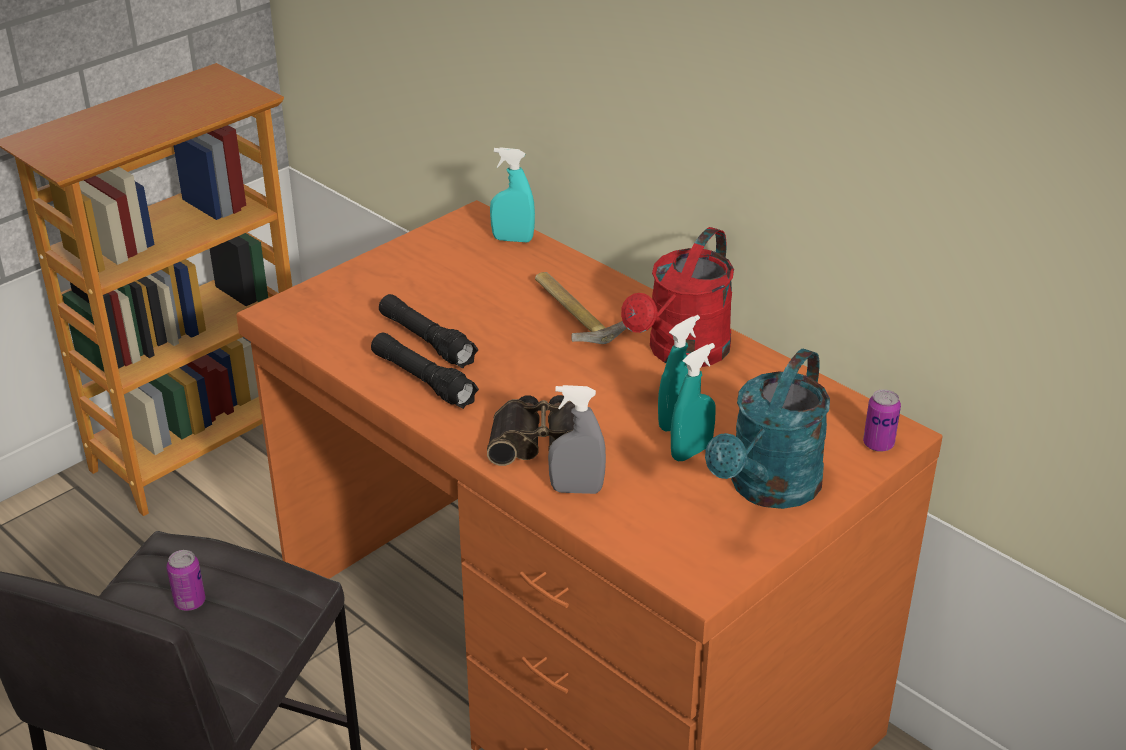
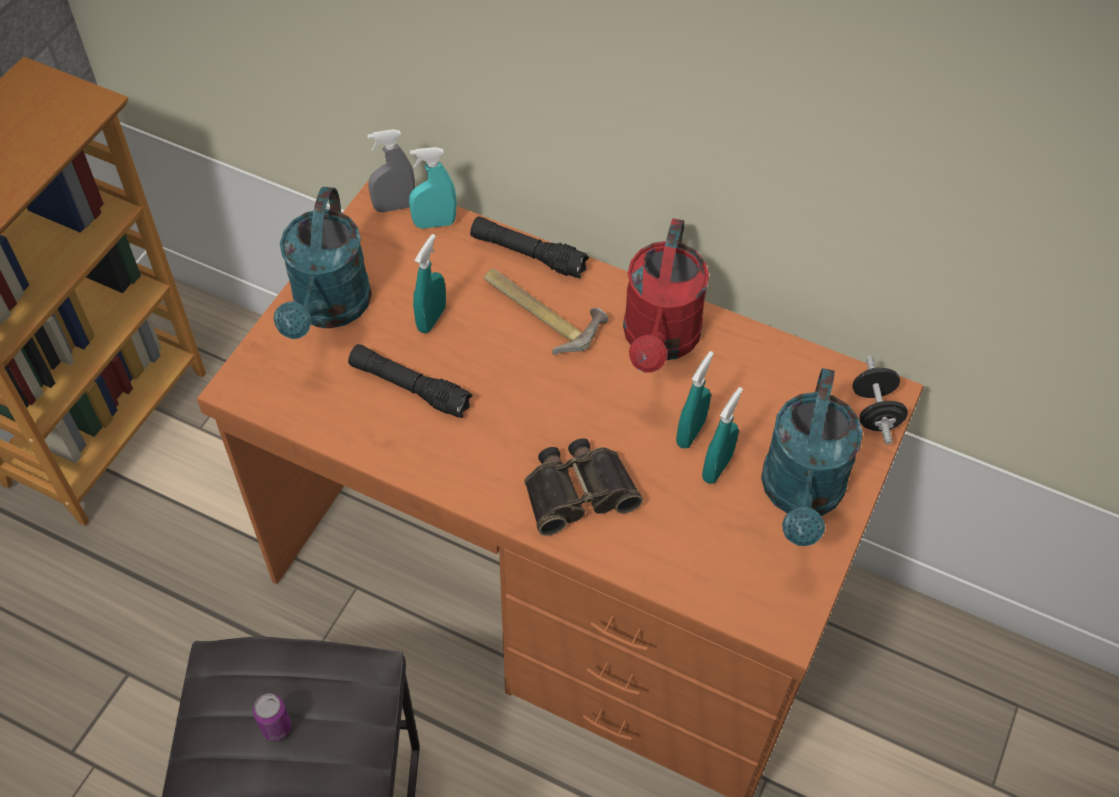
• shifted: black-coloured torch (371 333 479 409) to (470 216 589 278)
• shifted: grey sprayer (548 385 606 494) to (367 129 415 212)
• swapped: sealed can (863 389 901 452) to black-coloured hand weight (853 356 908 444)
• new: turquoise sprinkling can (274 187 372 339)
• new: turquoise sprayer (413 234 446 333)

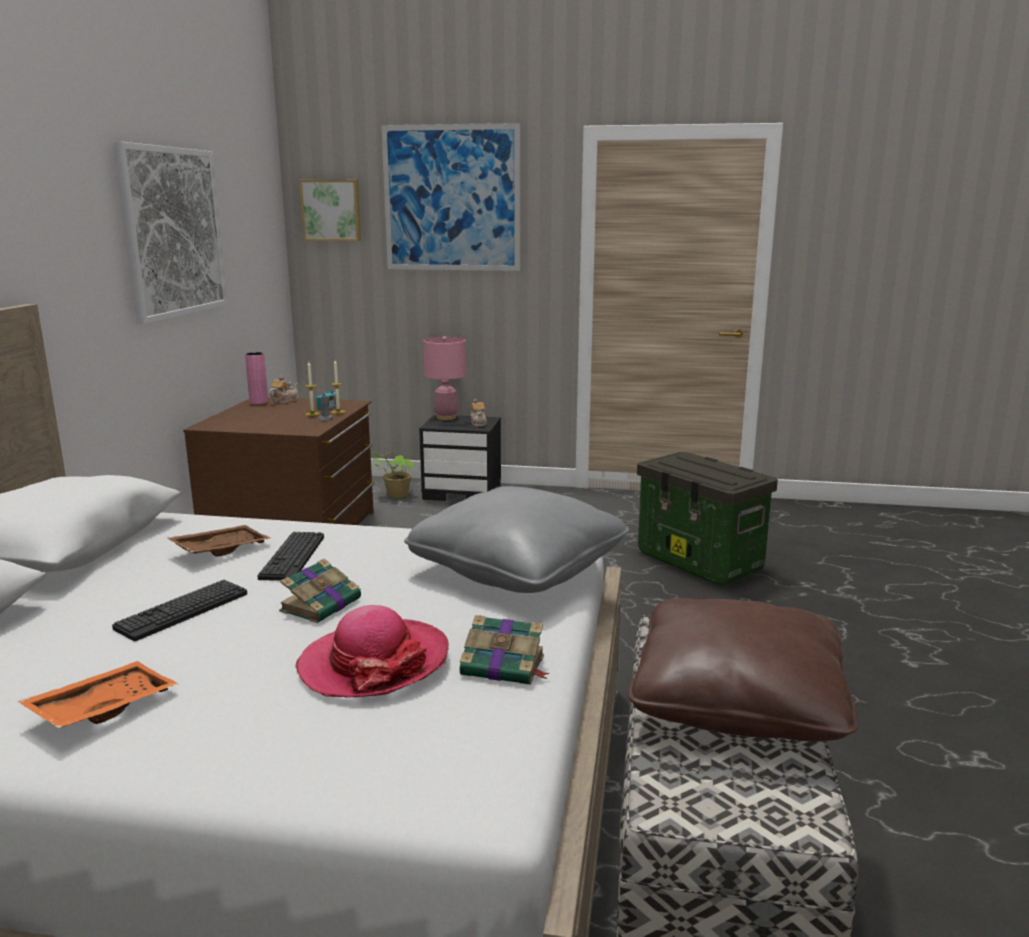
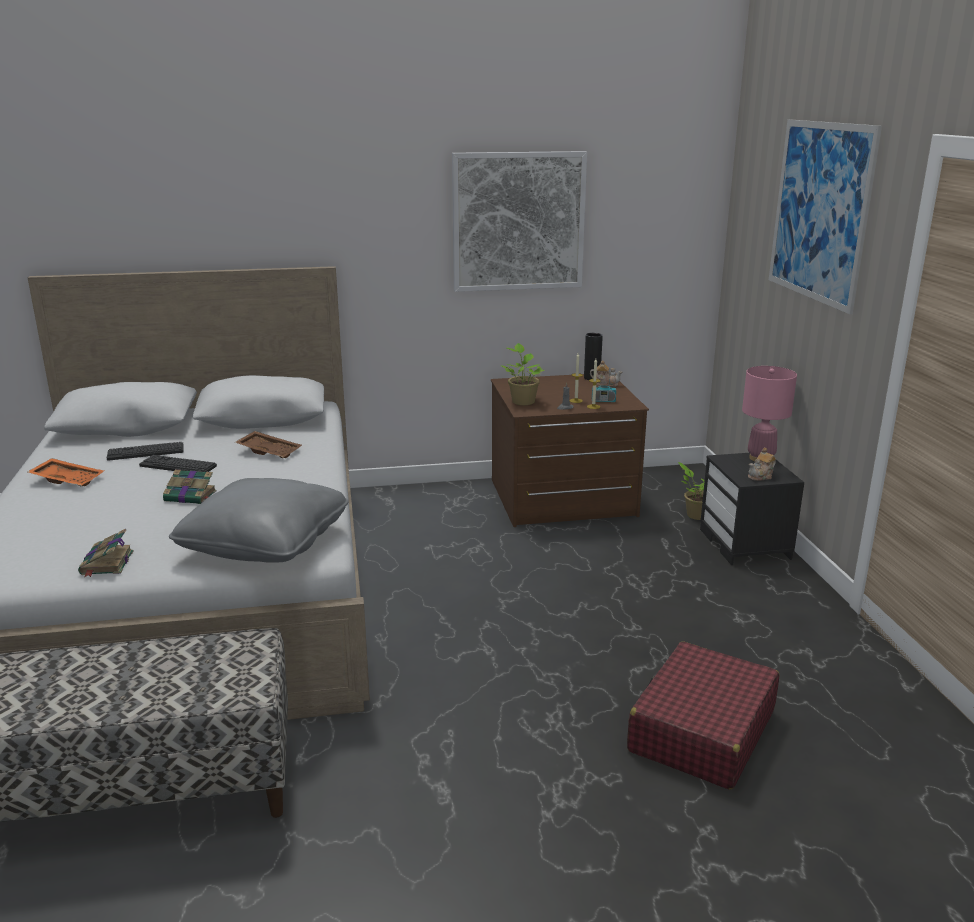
• gone: picture (299 180 361 241)
• repainted: pink flower vase (245 352 268 404) to black-coloured flower vase (584 333 603 380)
• swapped: storage bin (637 452 778 586) to red piece of luggage (627 641 779 790)
• shifted: PC keyboard (257 532 324 581) to (107 442 184 461)
• gone: brown throw pillow (628 598 858 741)
• gone: hat (295 605 449 698)
• new: potted plant (500 343 545 405)

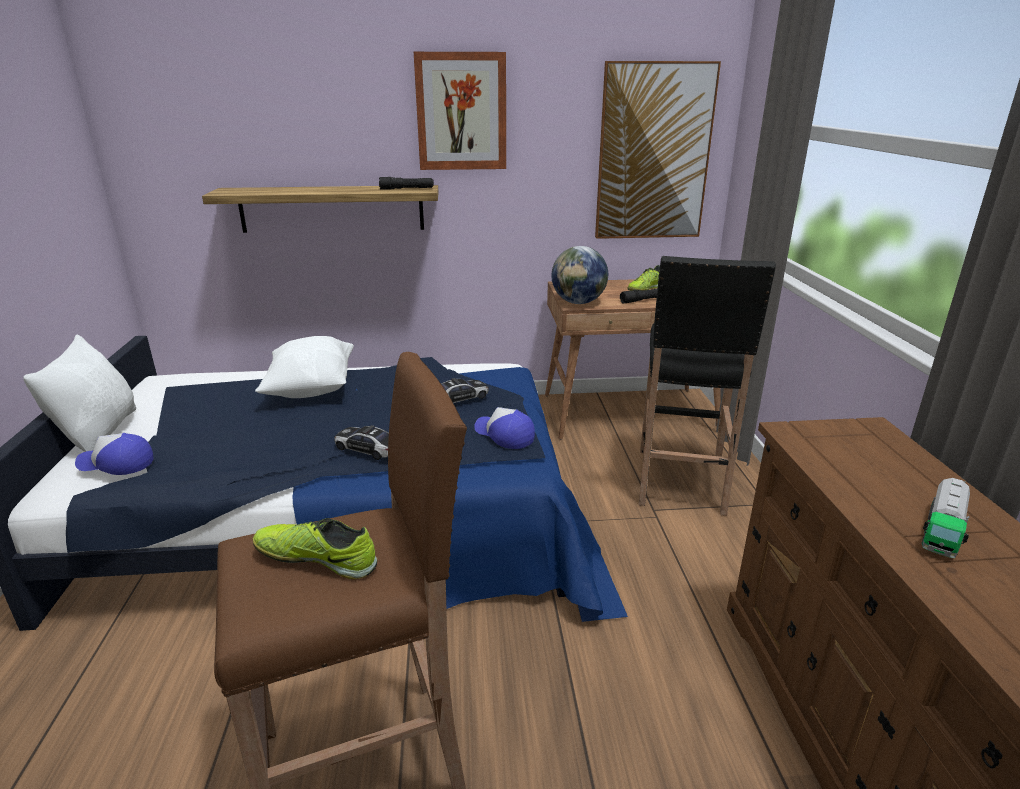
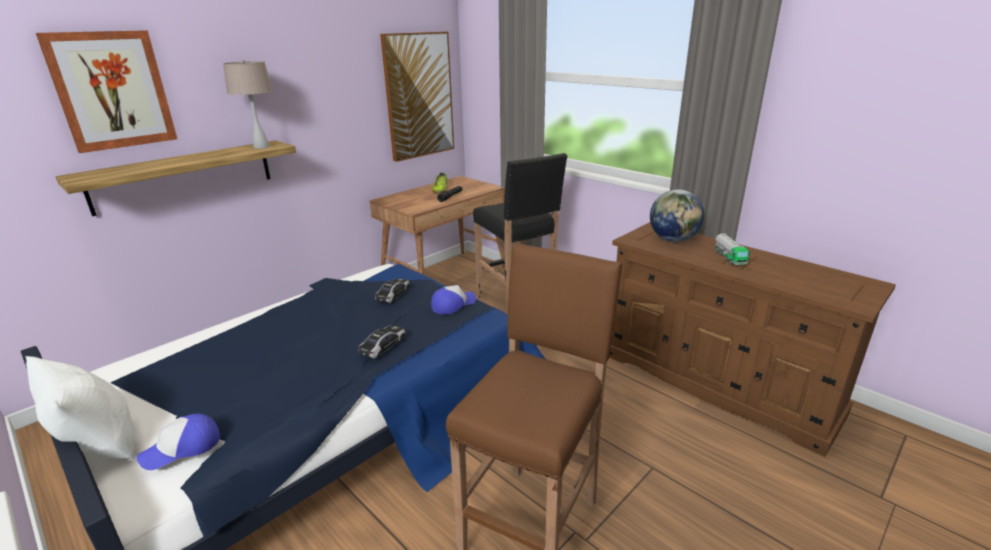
• shifted: picture (414 52 506 170) to (36 30 177 153)
• swapped: black-coloured torch (379 177 434 190) to beige-coloured lamp for a table (223 60 273 149)
• shifted: desk globe (552 246 608 304) to (650 189 704 242)
• gone: whitish throw pillow (255 336 354 398)
• rotated: cap (474 407 535 449) = (431 285 476 315) 135 degrees clockwise
• rotated: toy car (334 425 389 460) = (358 325 406 358) 135 degrees clockwise
• gone: low shoe (253 518 377 579)

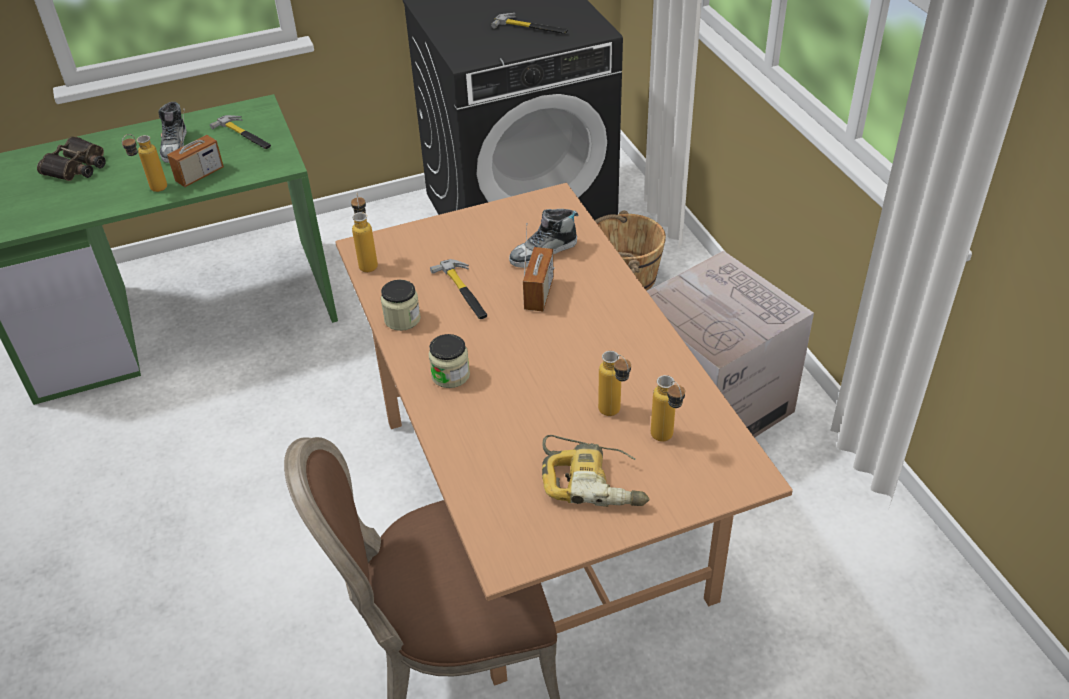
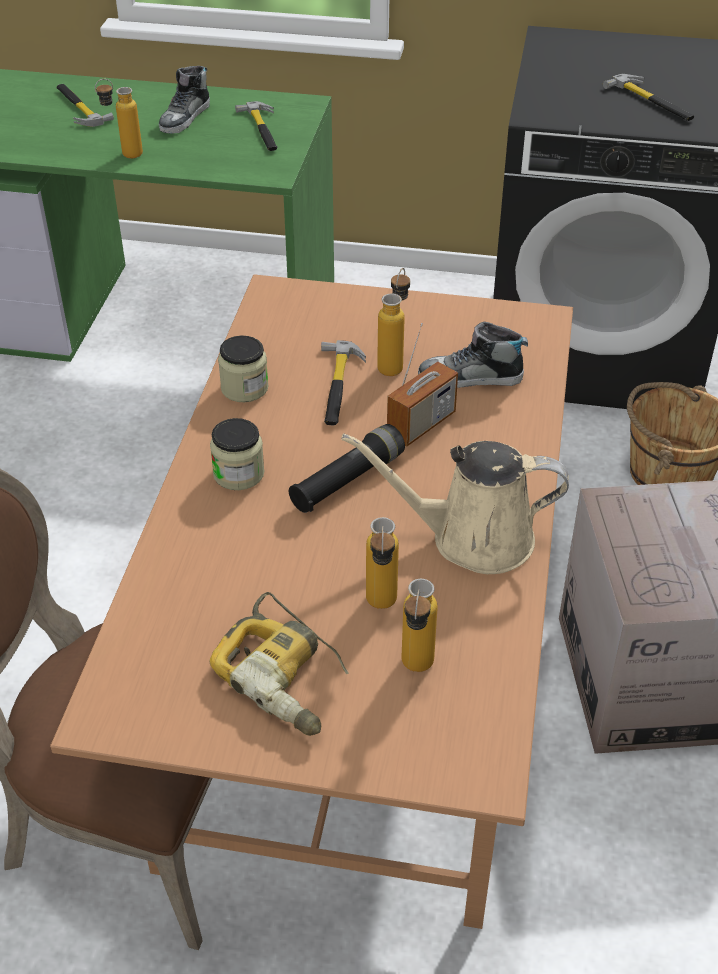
• gone: radio set (167 108 224 187)
• swapped: pair of binoculars (37 136 106 181) to hand hammer (56 84 114 127)
• shifted: beverage bottle (351 193 378 272) to (377 268 410 376)
• new: black-coloured torch (289 424 405 513)
• new: beige-coloured sprinkling can (341 433 569 574)

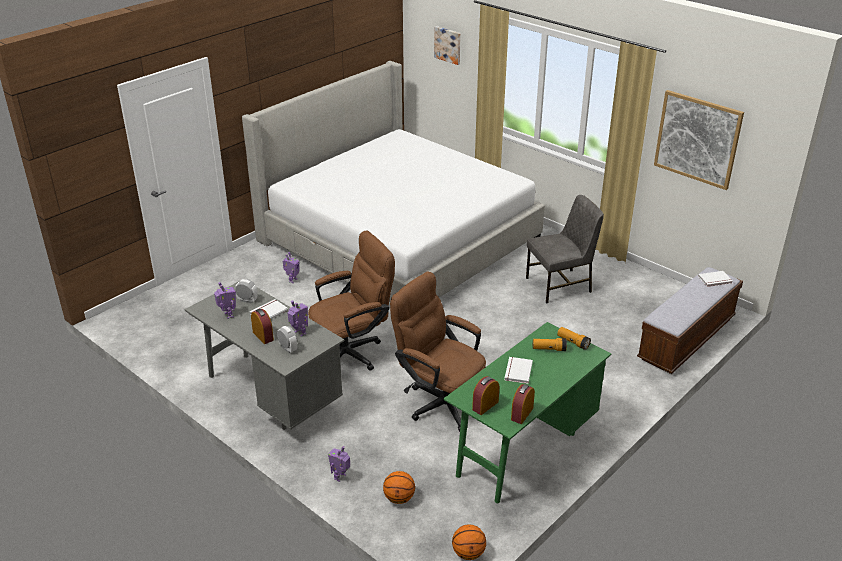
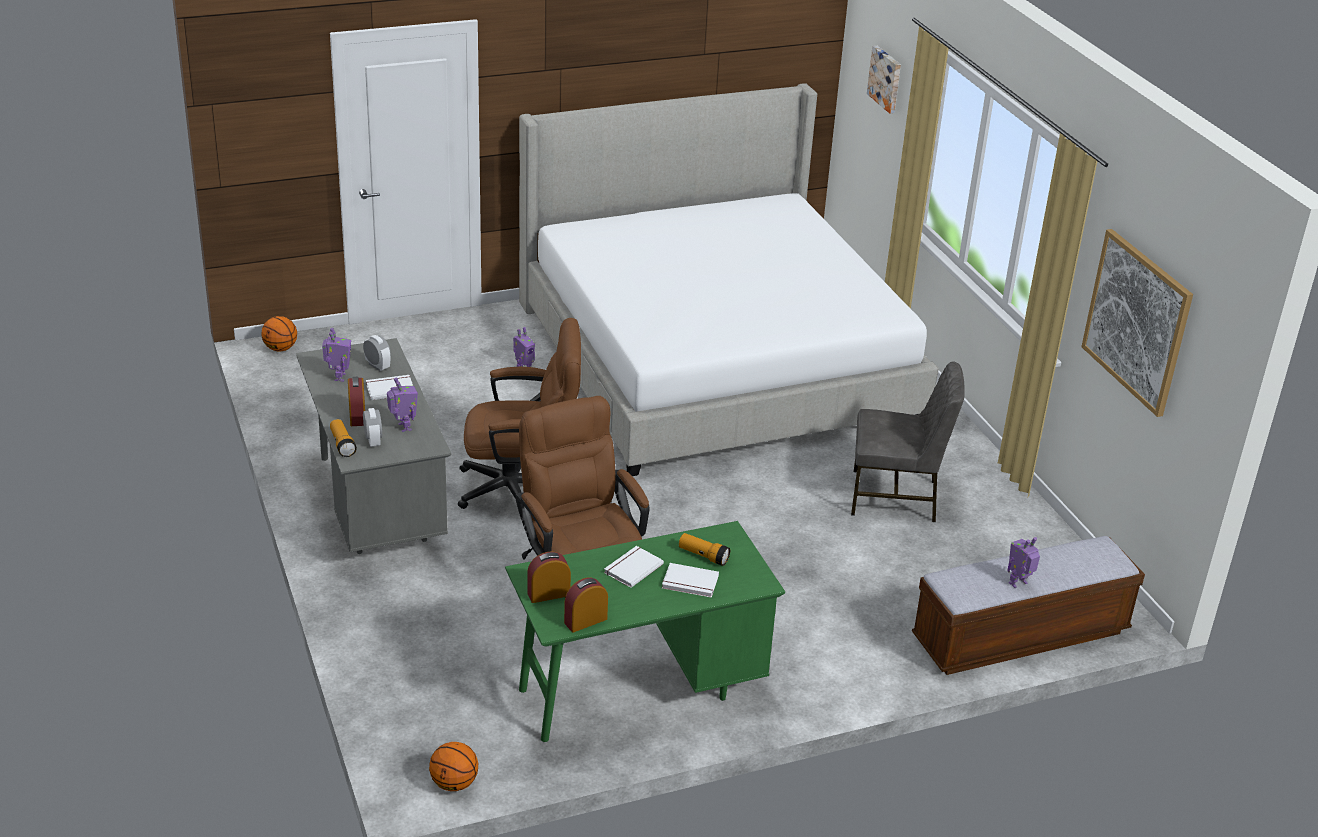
• shifted: whitish volume (698 271 733 287) to (662 563 719 598)
• shifted: torch (557 327 591 350) to (330 419 357 457)
• shifted: robot figure (328 446 350 482) to (1007 537 1040 588)
• shifted: basketball ball (383 471 415 504) to (262 316 297 351)

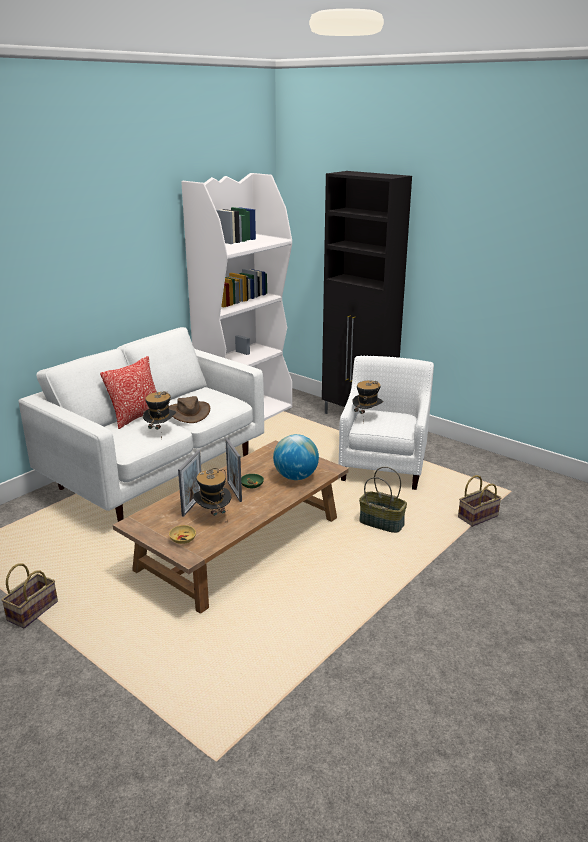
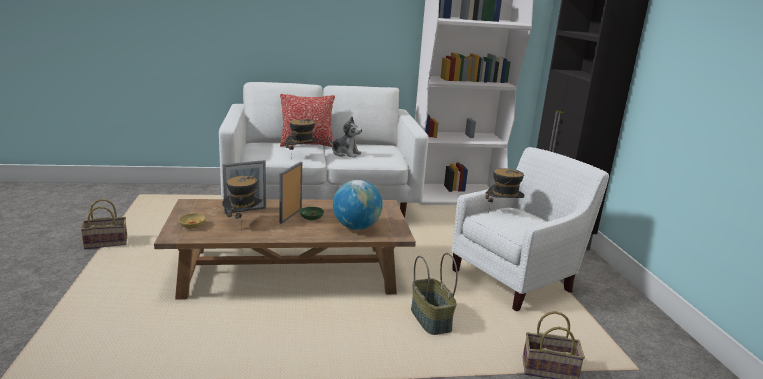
• swapped: brown hat (169 396 210 423) to plush toy (328 117 362 158)

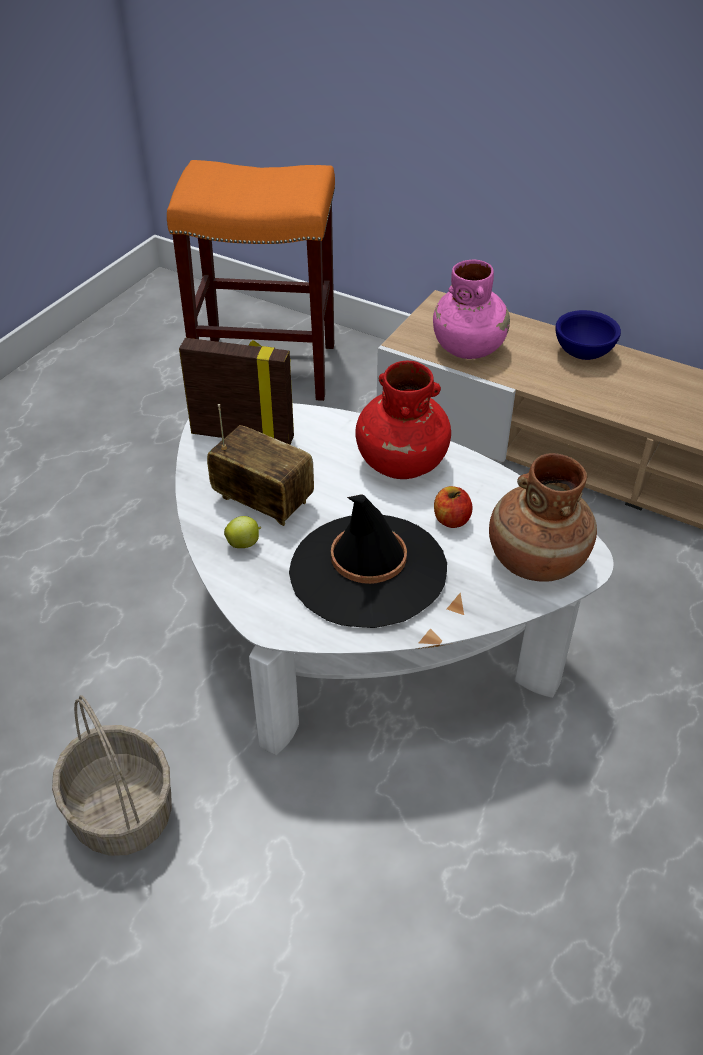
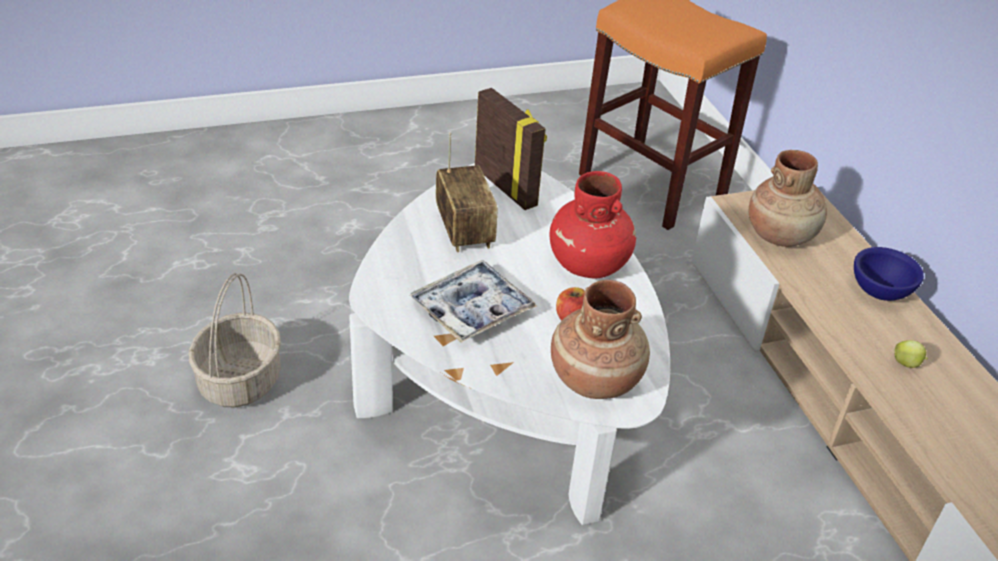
• repainted: pink flower vase (433 260 510 359) to brown flower vase (749 150 827 247)
• swapped: black-coloured hat (289 495 447 628) to serving tray (410 260 537 342)
• shifted: whole apple (224 516 261 548) to (895 340 928 368)

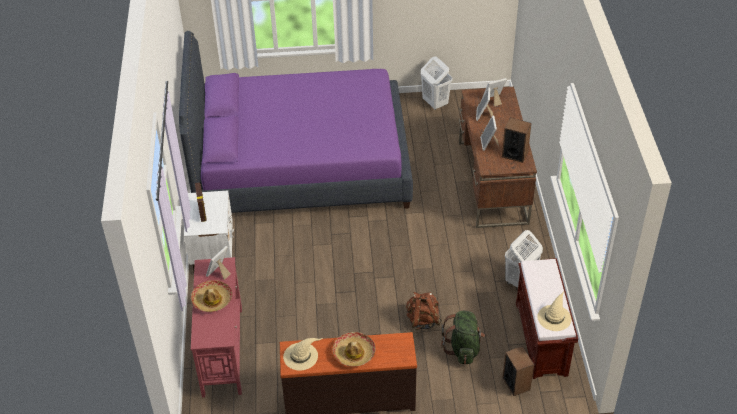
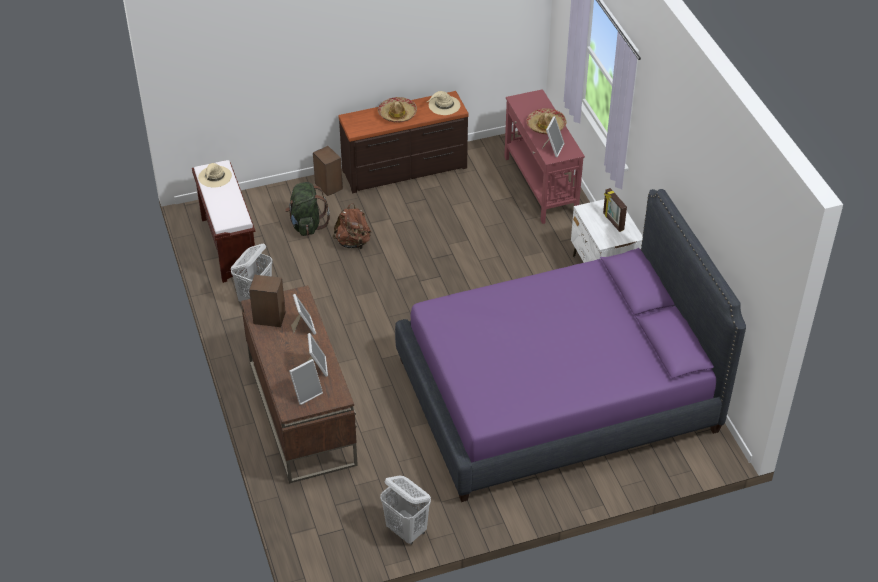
• shifted: loudspeaker (502 346 534 396) to (313 146 343 196)

